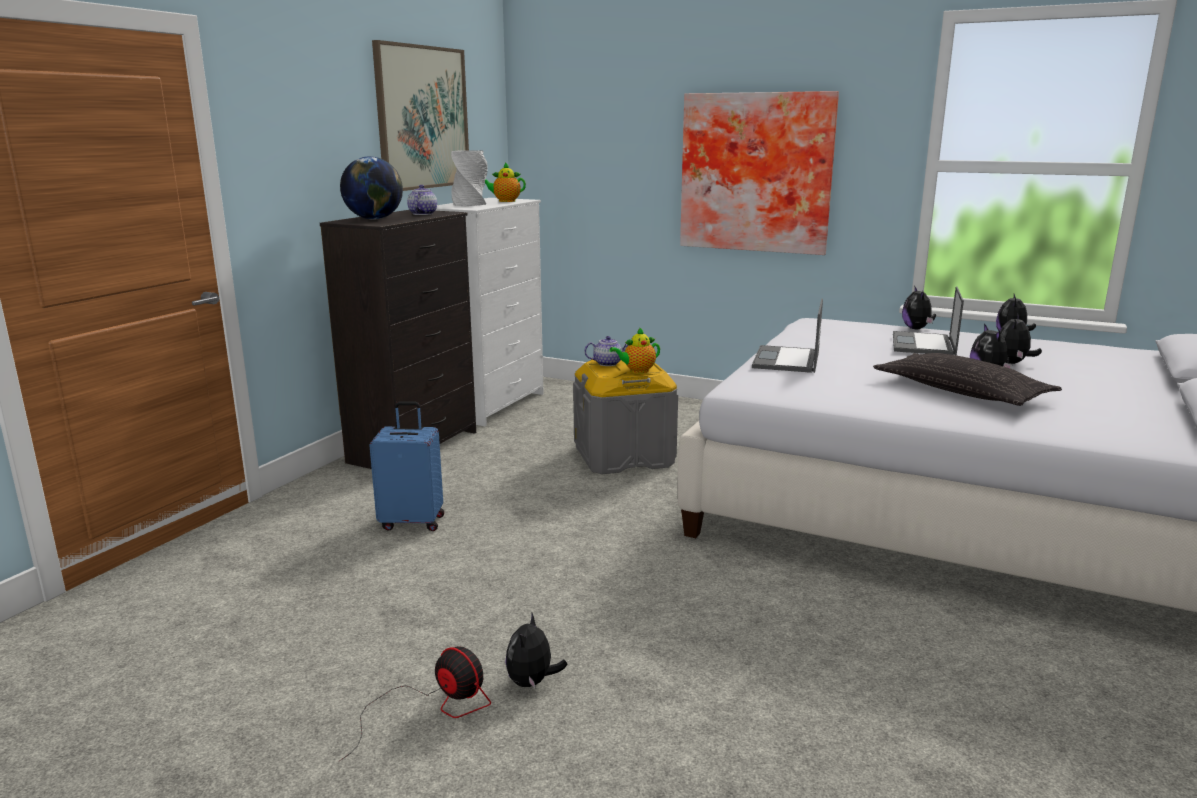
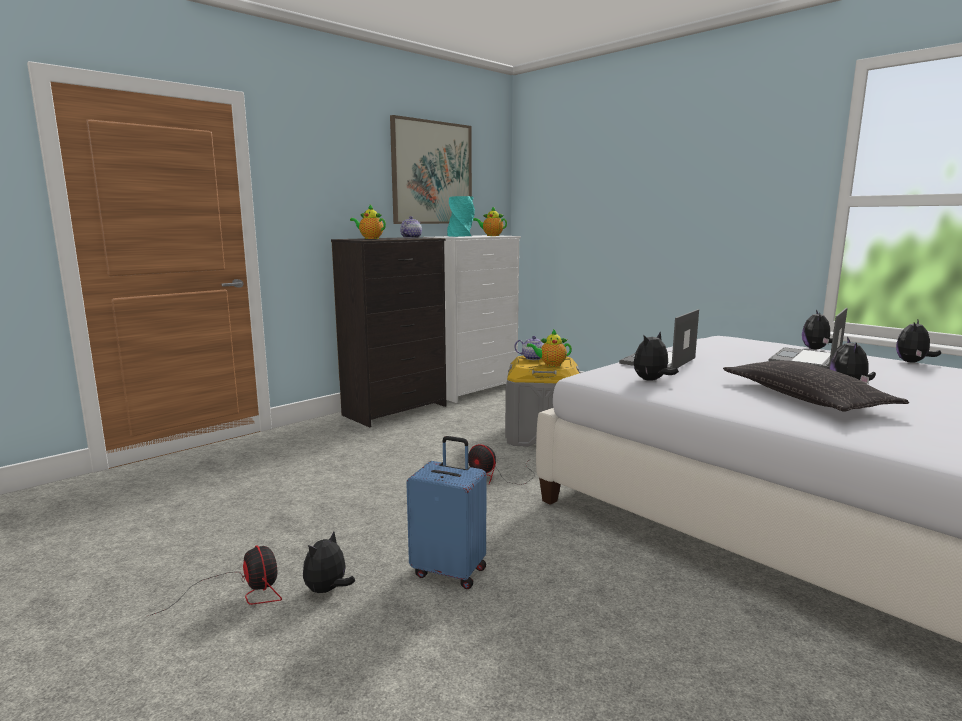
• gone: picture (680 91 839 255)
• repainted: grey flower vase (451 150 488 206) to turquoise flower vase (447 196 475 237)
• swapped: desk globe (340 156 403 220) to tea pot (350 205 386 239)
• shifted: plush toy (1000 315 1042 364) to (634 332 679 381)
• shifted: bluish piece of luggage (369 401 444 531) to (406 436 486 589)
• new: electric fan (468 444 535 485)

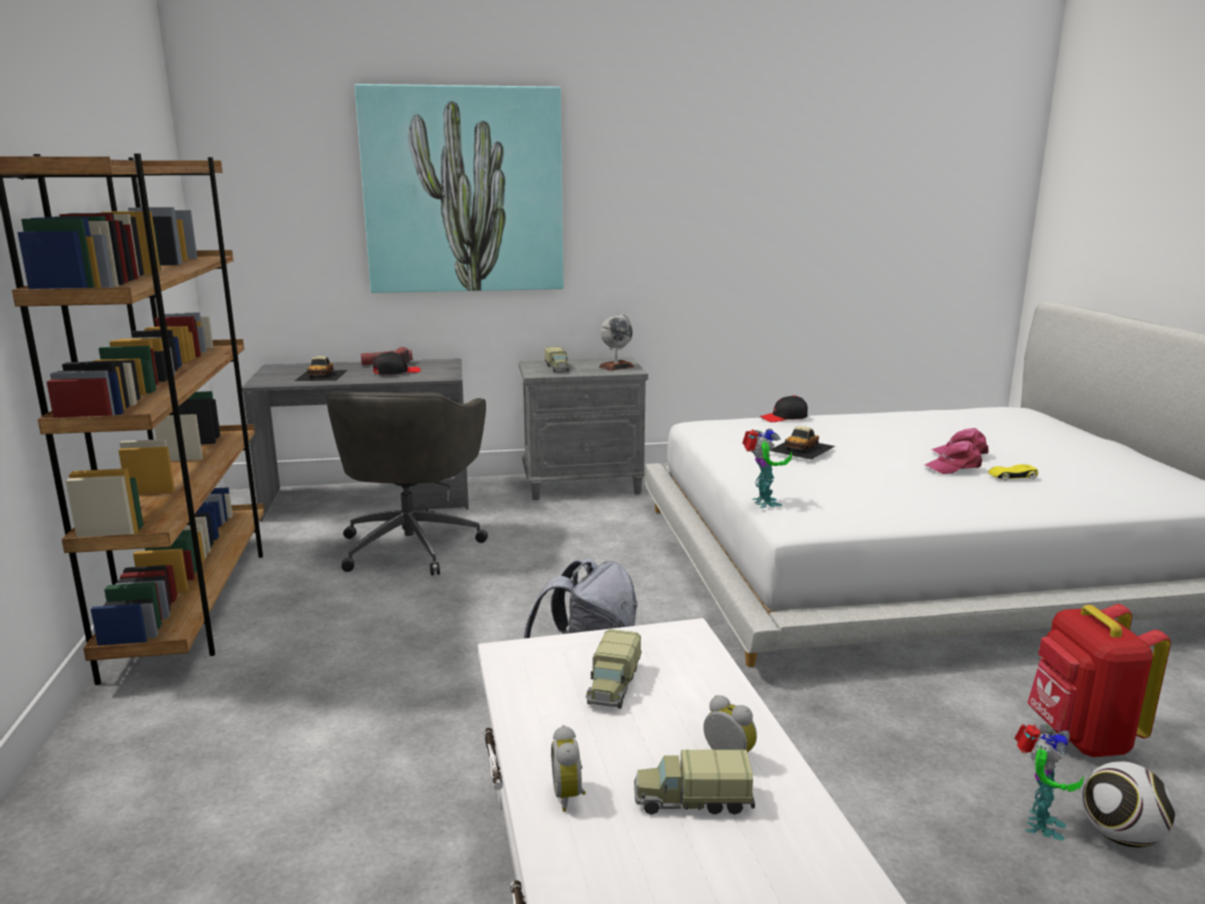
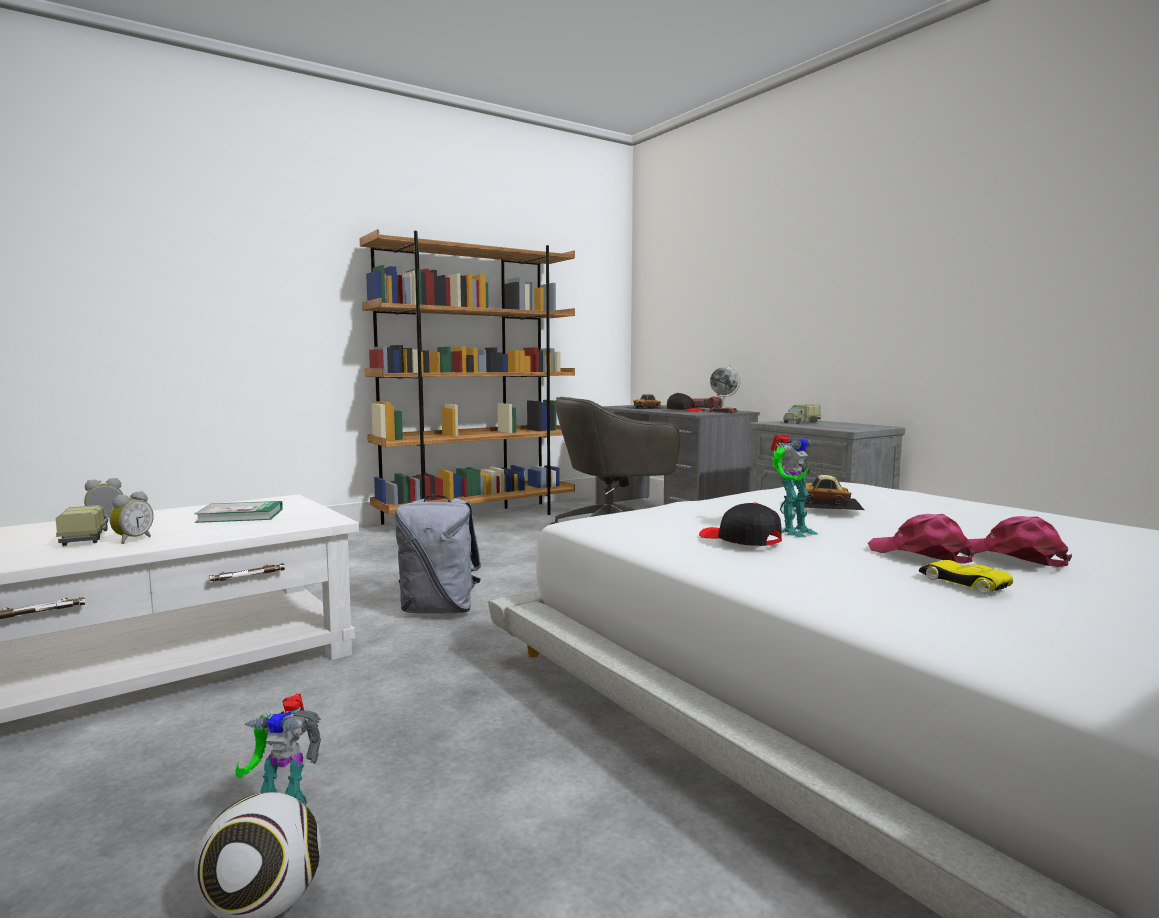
• gone: picture (355 84 563 293)
• shifted: desk globe (599 314 634 371) to (708 365 741 413)
• shifted: black-coloured cap (760 395 808 422) to (699 502 782 546)
• shifted: robot figure (742 429 792 508) to (771 435 818 537)
• gone: red knapsack (1027 604 1171 757)
• swapped: toy lorry (586 629 642 709) to volume (194 501 283 523)

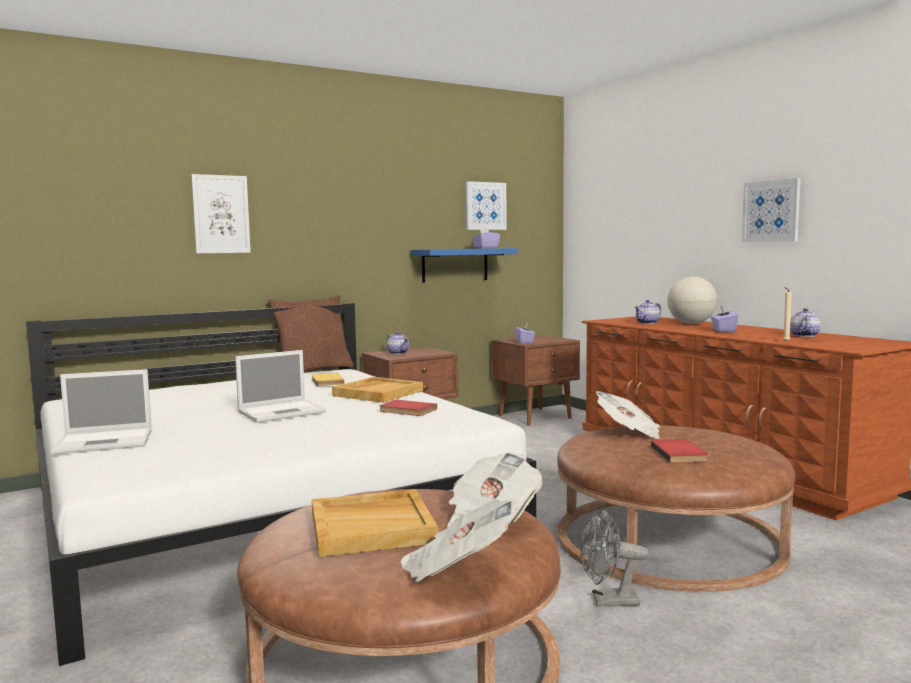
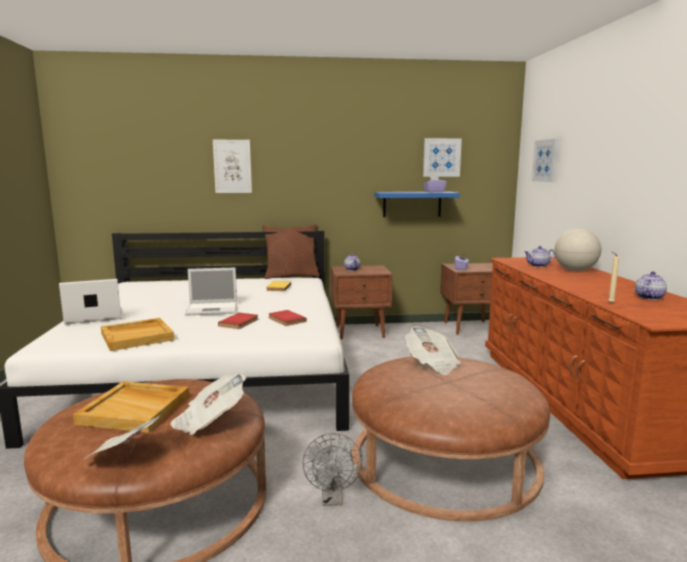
• shifted: picture (742 178 801 242) to (532 138 558 182)
• gone: purple box of tissues (711 305 739 332)
• rotated: laptop (51 369 152 454) = (59 279 122 324) 150 degrees clockwise
• shifted: beige-coloured serving tray (332 377 423 403) to (101 318 174 351)
• shifted: red volume (651 439 708 463) to (218 313 258 329)
• rotated: grey electric fan (581 509 649 606) = (303 433 362 506) 120 degrees counterclockwise

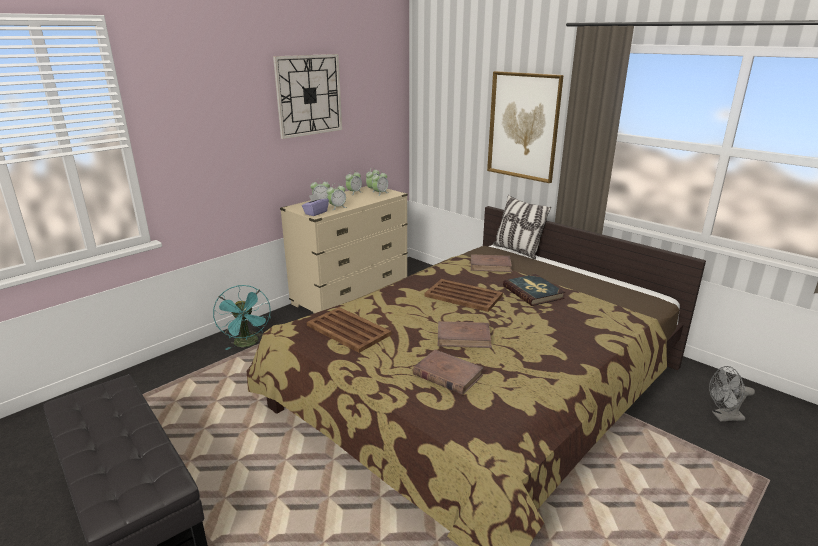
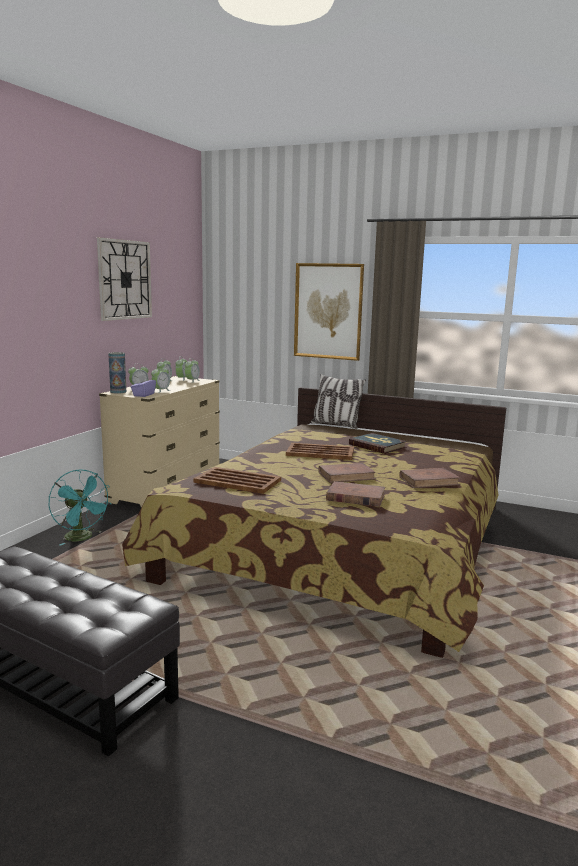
• shifted: brown volume (471 254 512 272) to (400 468 461 488)
• gone: grey electric fan (709 366 755 422)
• new: flower vase (108 352 126 394)

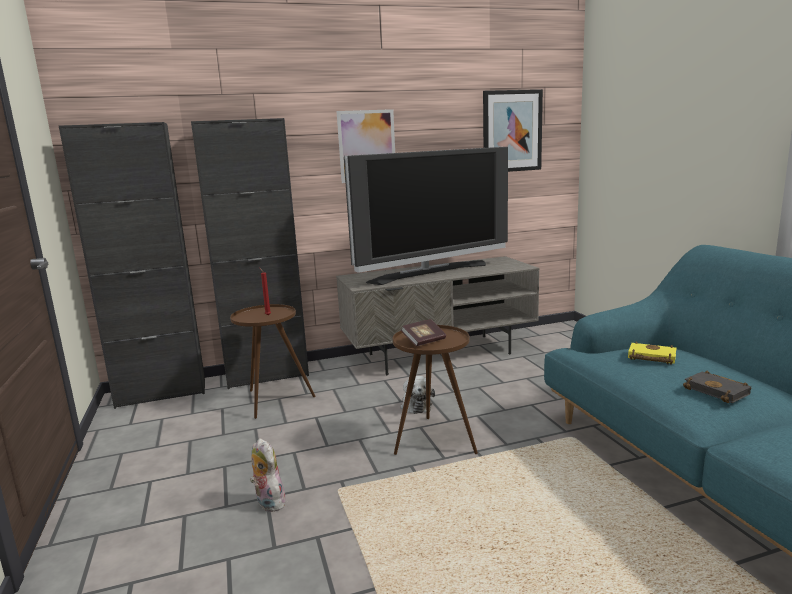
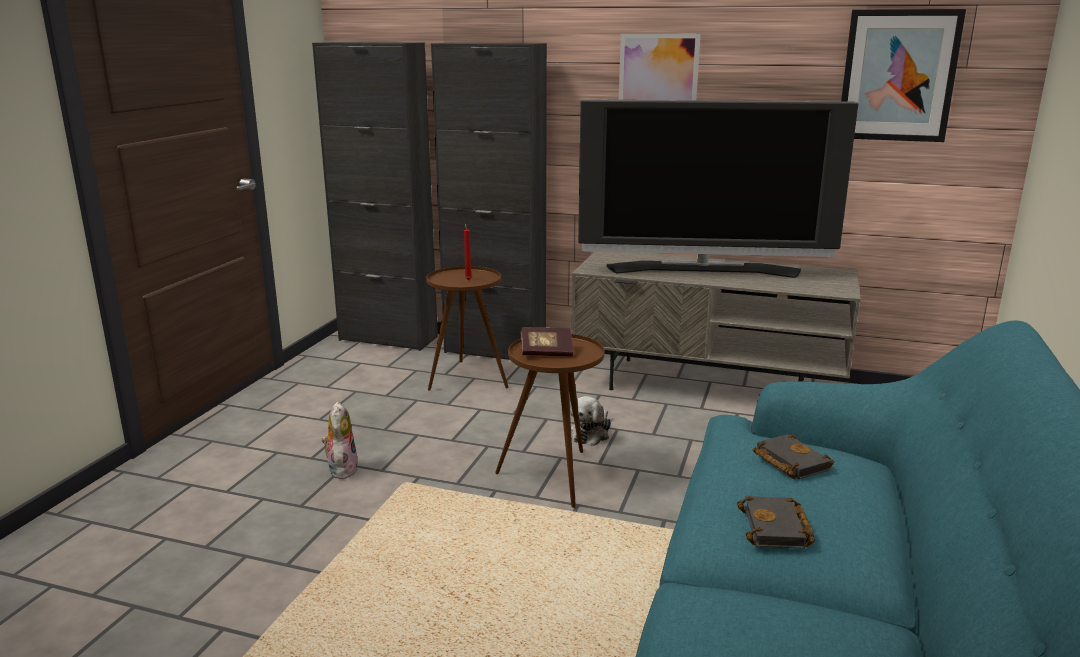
• repainted: yellow-coloured volume (628 341 677 365) to black-coloured volume (753 434 834 479)

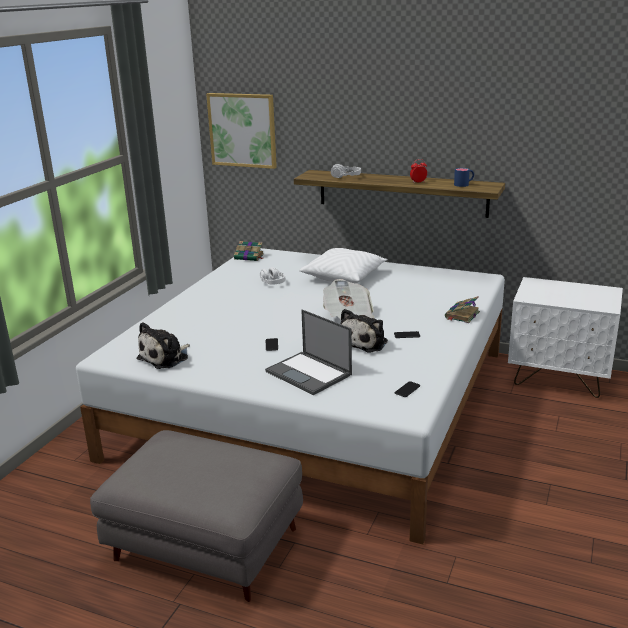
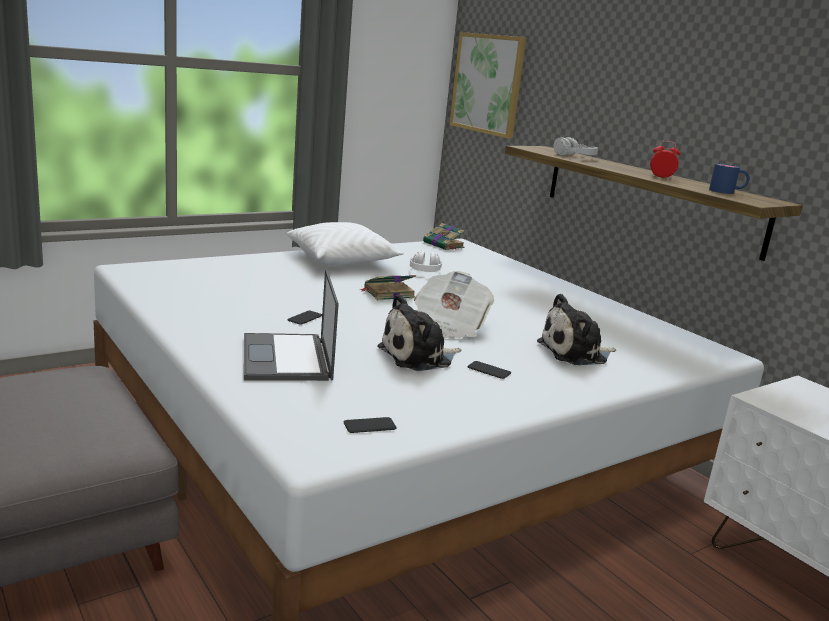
• shifted: whitish throw pillow (299 248 387 283) to (287 222 404 266)
• shifted: volume (445 296 480 323) to (359 275 416 300)
• shifted: plush toy (137 322 190 369) to (537 294 616 365)

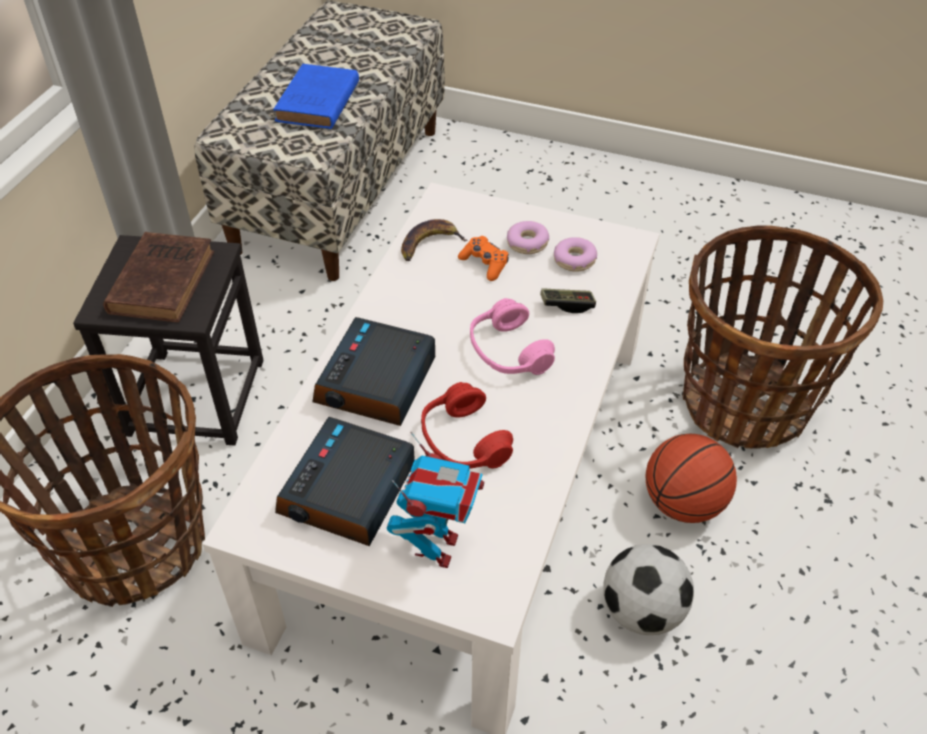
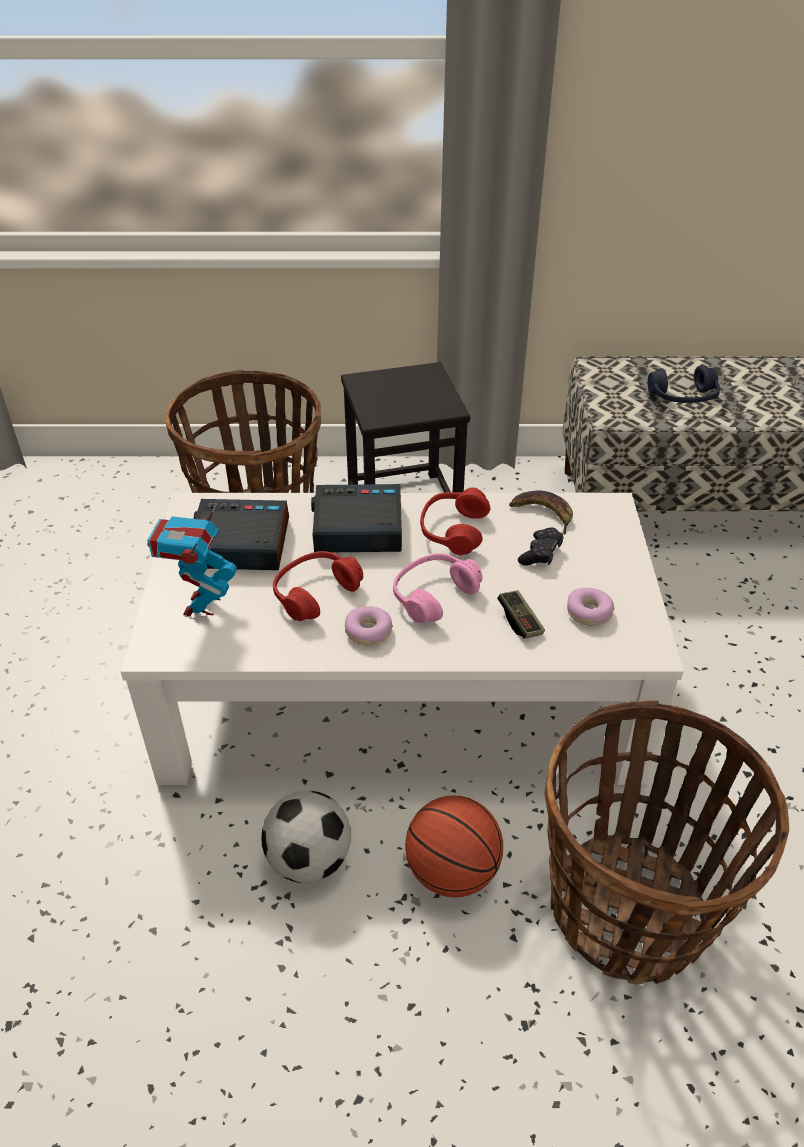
• swapped: bluish volume (273 64 359 129) to bluish headphones (648 366 720 403)
• shifted: ring doughnut (507 221 549 254) to (345 606 393 646)
• gone: brown volume (103 232 214 322)
• repainted: orangey gamepad (458 236 509 281) to black-coloured gamepad (518 527 564 566)
• rotated: robot figure (387 432 484 568) = (147 502 237 616) 105 degrees clockwise
• new: red headphones (420 488 490 555)

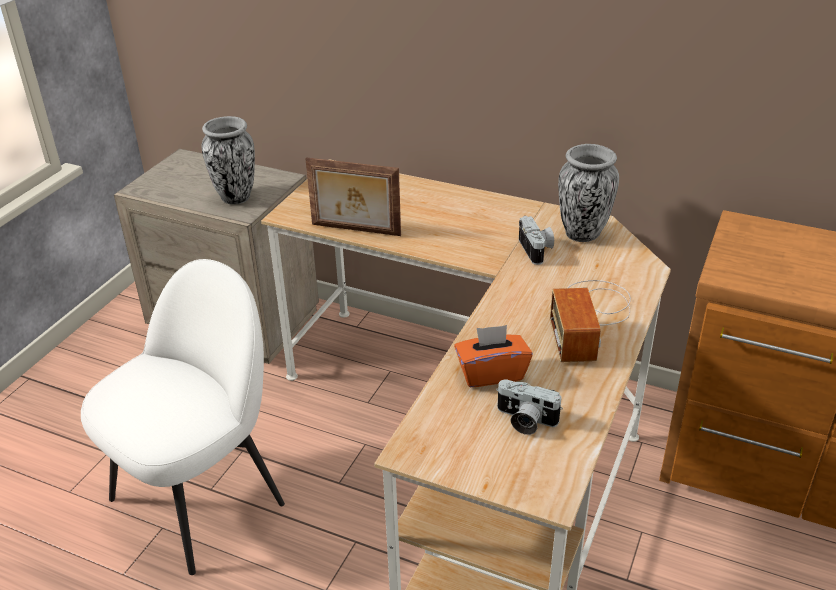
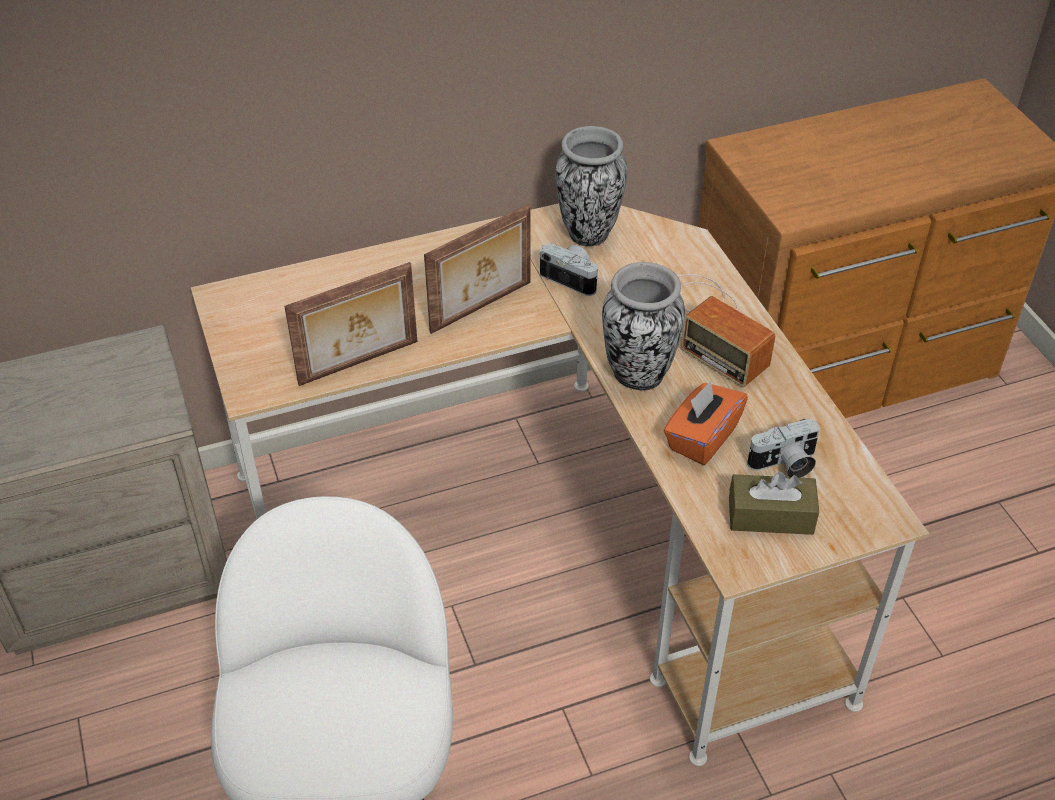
• shifted: flower vase (202 116 255 205) to (602 262 685 390)
• new: picture frame (424 203 531 334)
• new: brown box of tissues (729 472 819 535)

